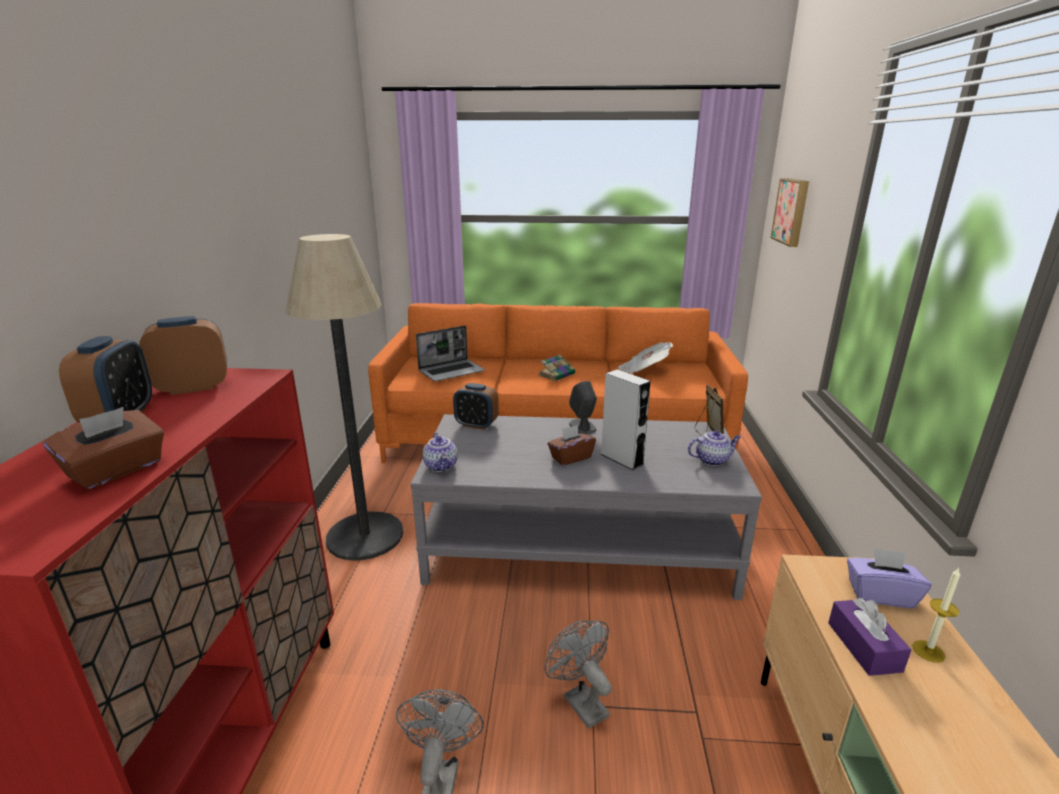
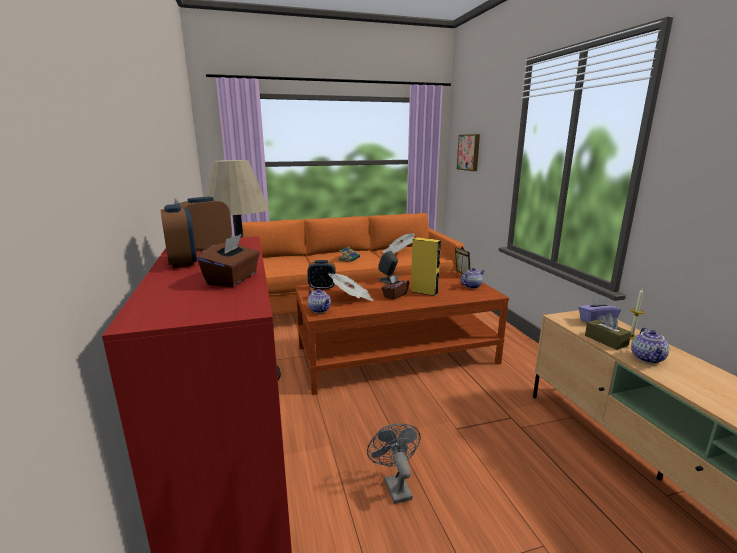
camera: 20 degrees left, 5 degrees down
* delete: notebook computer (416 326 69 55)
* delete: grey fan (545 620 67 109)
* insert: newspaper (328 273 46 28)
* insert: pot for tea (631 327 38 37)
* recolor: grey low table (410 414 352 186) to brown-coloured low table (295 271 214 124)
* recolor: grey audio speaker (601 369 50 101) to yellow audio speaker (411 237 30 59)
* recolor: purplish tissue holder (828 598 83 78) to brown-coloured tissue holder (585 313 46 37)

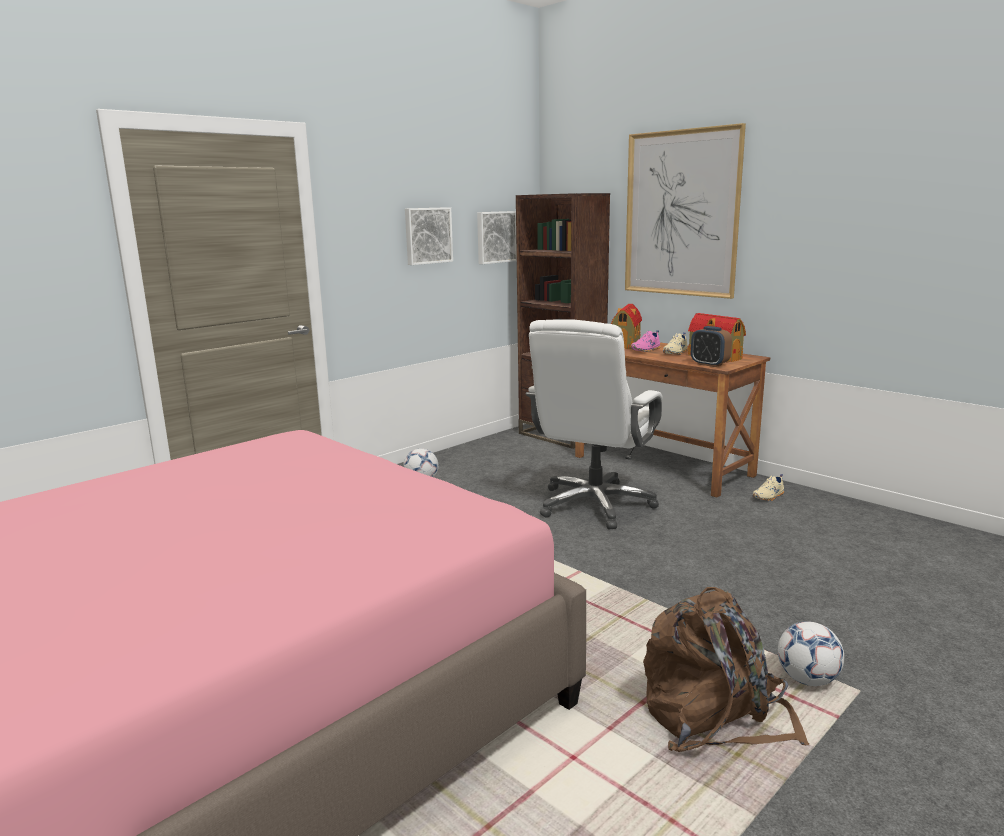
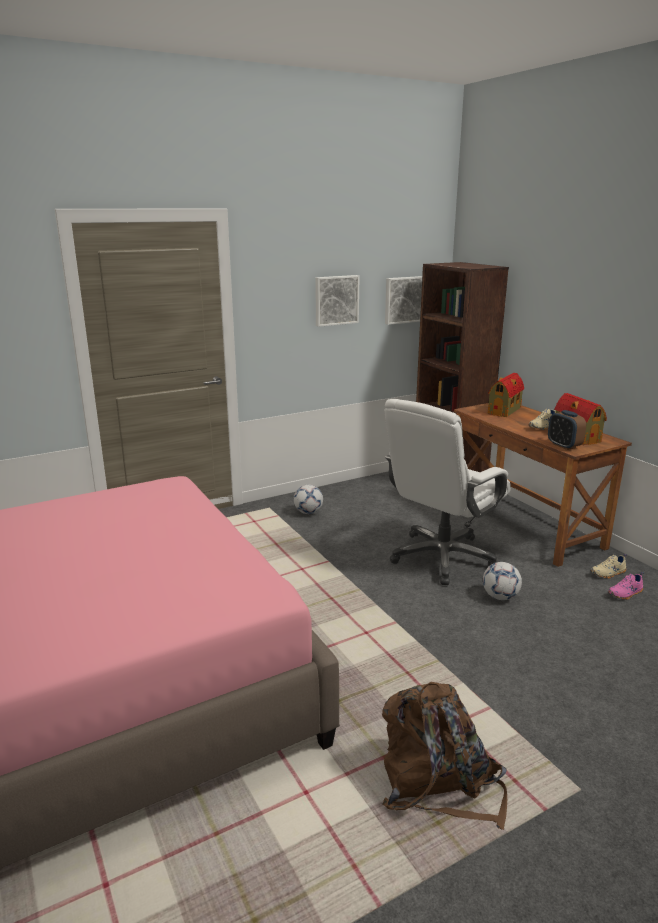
camera: 15 degrees right, 5 degrees up
* delete: wall picture (625 123 121 176)
* move: pink-coloured item of footwear (631 330 29 22) to (608 572 35 28)
* move: ball for football (778 621 66 65) to (483 562 39 38)

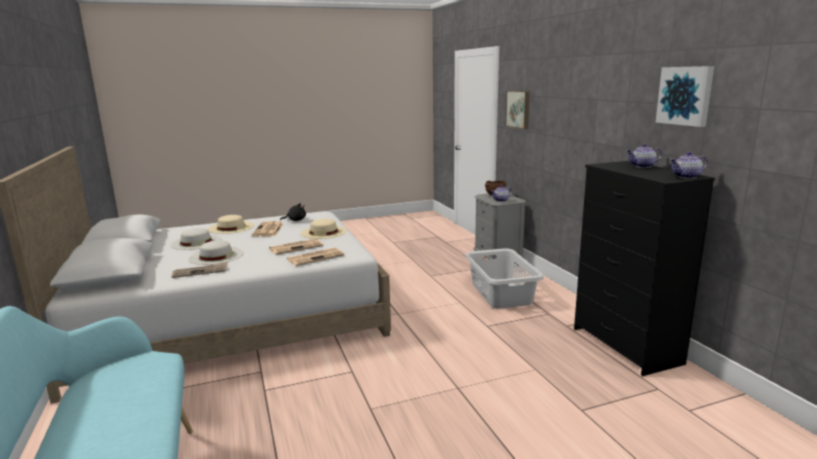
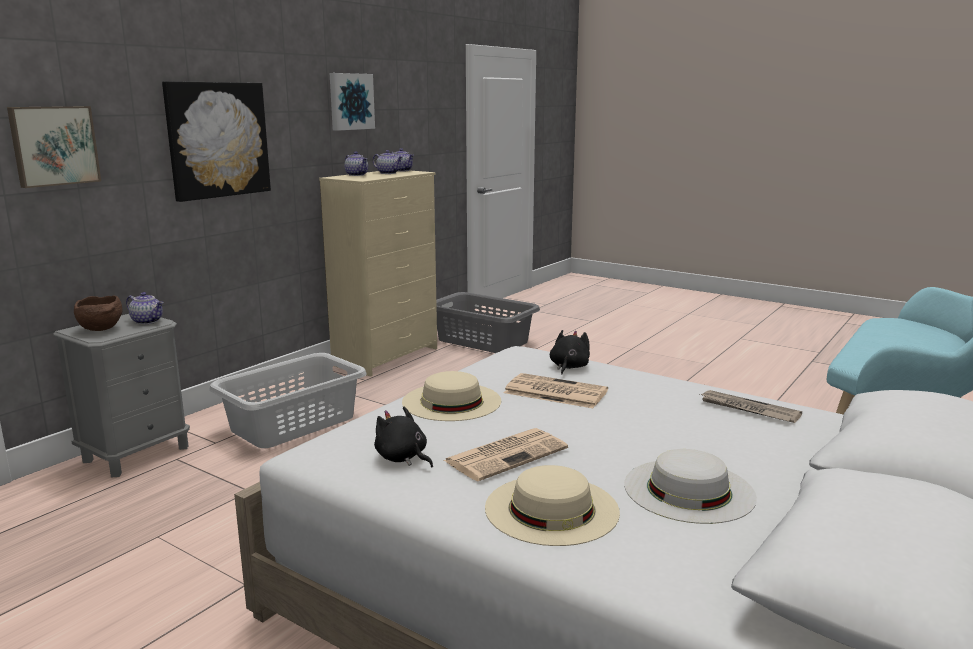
camera: 125 degrees left, 0 degrees up
* delete: whitish clothing hat (189 240 54 25)
* insert: wall picture (162 81 109 121)
* insert: pot for tea (373 150 30 24)
* insert: grey hamper (436 292 104 61)
* replace: newspaper (287 248 57 18) to black-coloured cuddly toy (550 330 40 44)
* recolor: black-coloured chest of drawers (574 161 141 215) to beige-coloured chest of drawers (319 170 118 206)

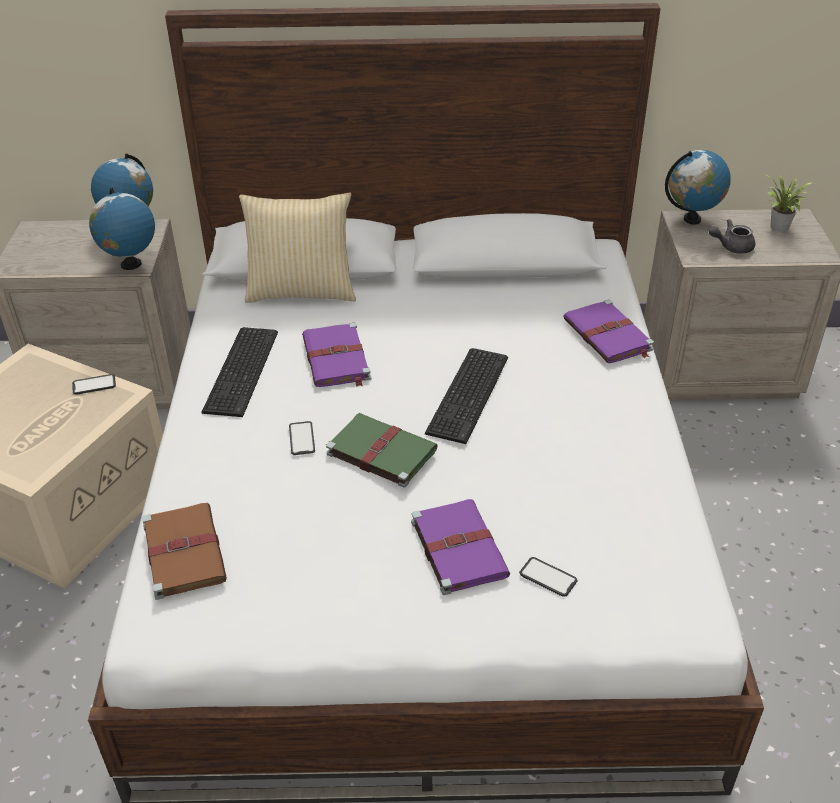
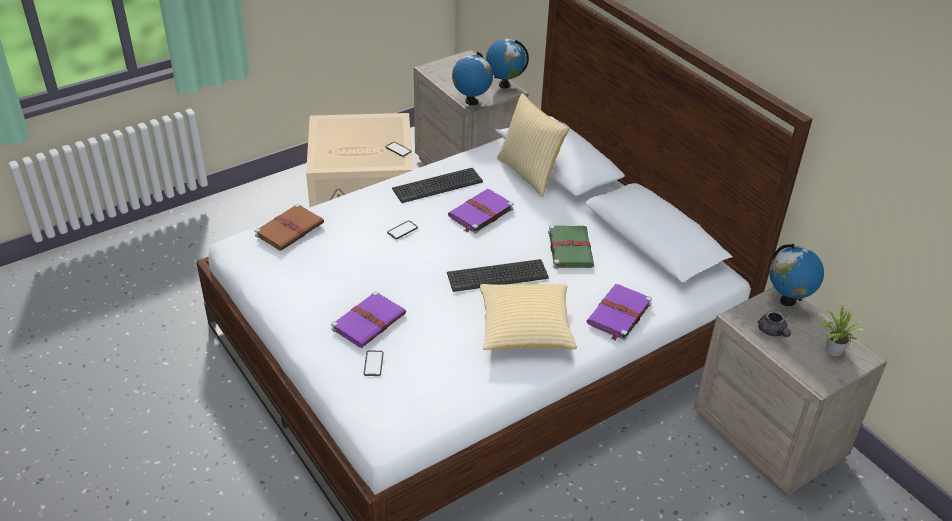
camera: 55 degrees right, 0 degrees up
* insert: throw pillow (480 284 97 66)
* move: green-coloured volume (325 413 113 75) to (548 225 46 43)
* rotate: grey pot for tea (709 219 46 35) = (758 310 33 27) 150 degrees counterclockwise

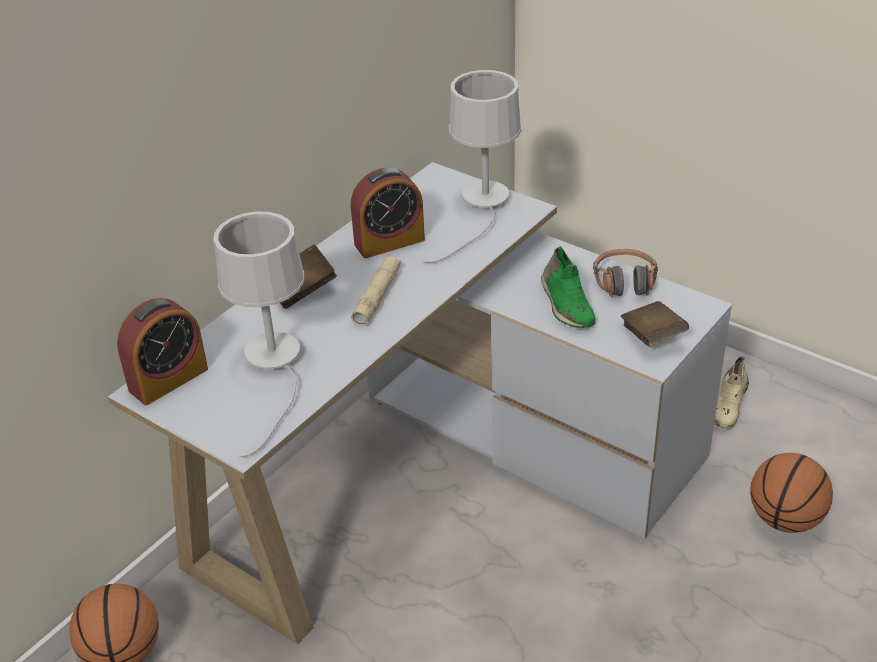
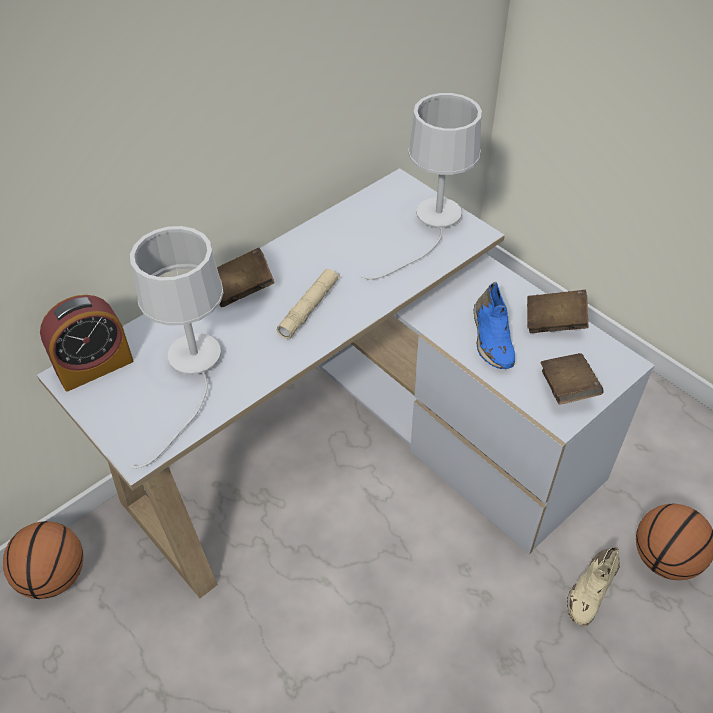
camera: 10 degrees right, 10 degrees up
* delete: alarm clock (351 167 74 91)
* move: beige-coloured item of footwear (714 357 35 72) to (567 547 53 79)
* replace: headphones (593 249 65 48) to brown-coloured volume (527 290 62 43)
* recolor: green-coloured item of footwear (541 246 54 82) to blue-coloured item of footwear (474 282 41 87)

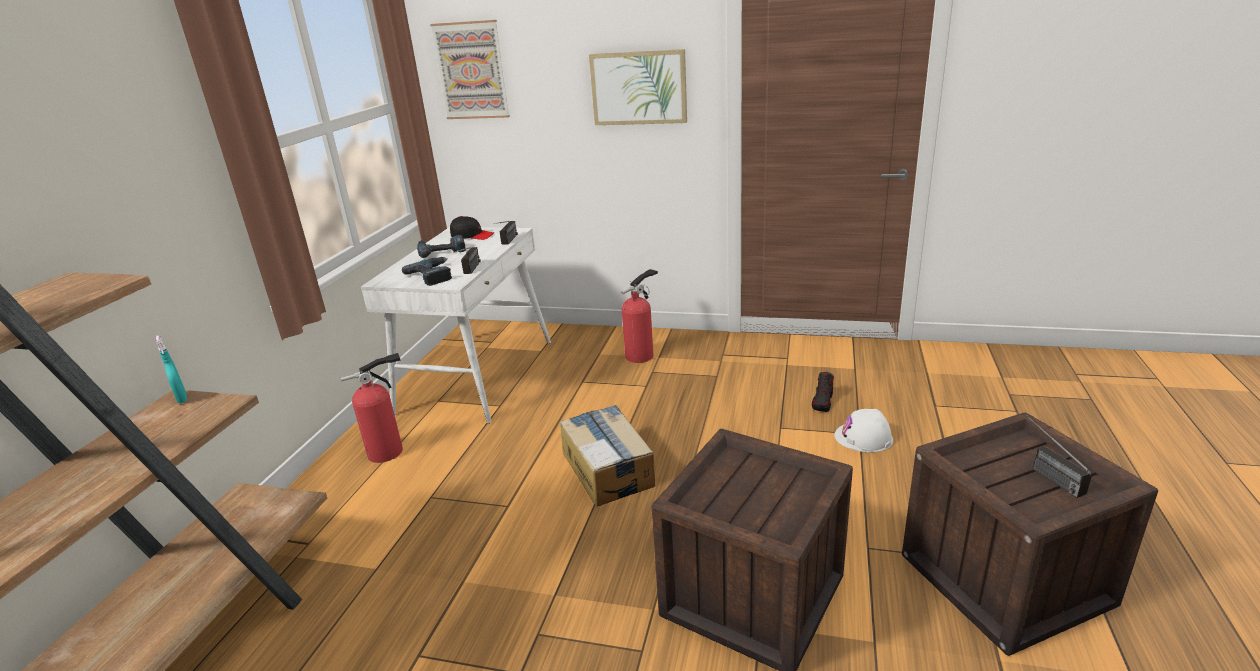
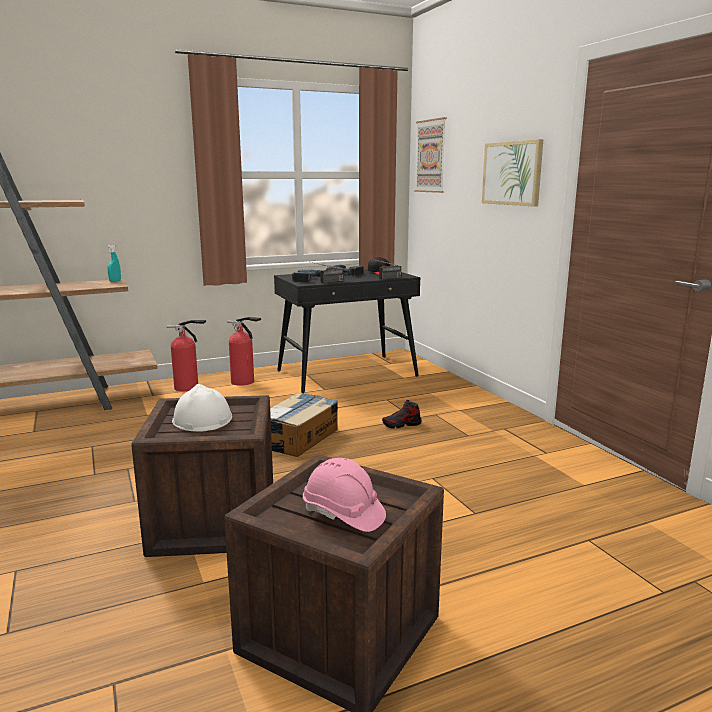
camera: 50 degrees right, 10 degrees down
* move: extinguisher (621 269 37 94) to (167 320 39 71)
* move: item of footwear (812 372 22 40) to (382 400 40 28)
* move: whitish hard hat (835 409 58 43) to (172 384 60 48)
* replace: radio receiver (1027 416 65 82) to pink-coloured hard hat (303 458 83 74)
* recolor: whitish desk (361 227 190 197) to black-coloured desk (274 269 146 124)

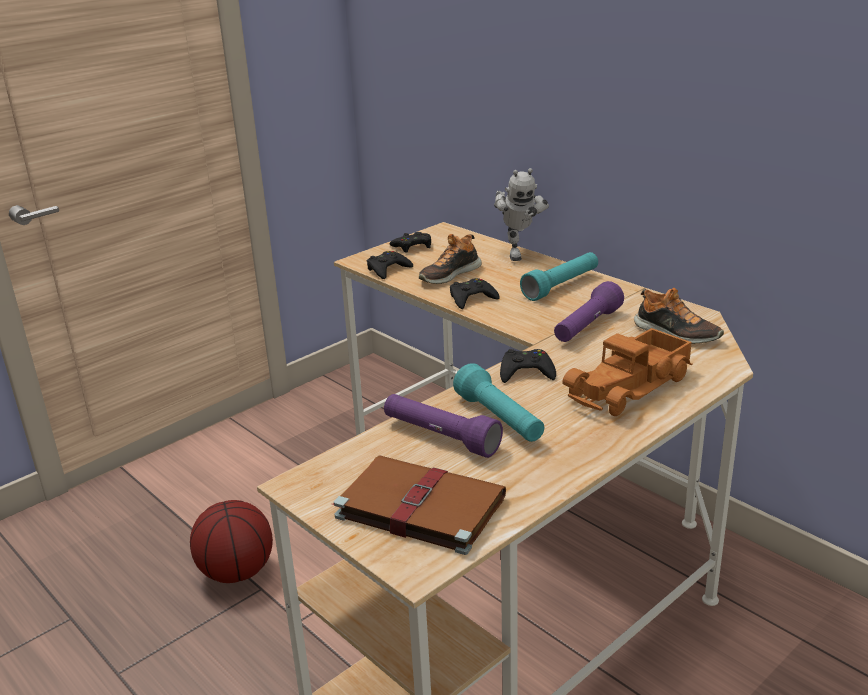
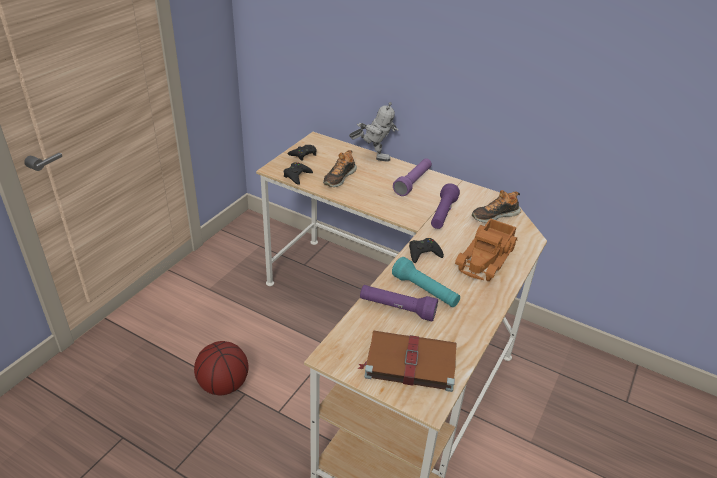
camera: 20 degrees left, 10 degrees up
* delete: black-coloured game controller (450 278 50 31)
* recolor: turquoise-coloured flashlight (520 252 78 49) to purplish flashlight (393 158 39 38)
* rotate: robot figure (494 168 55 93) = (349 102 50 60) 45 degrees counterclockwise
* rotate: item of footwear (634 288 90 56) = (472 190 49 33) 135 degrees clockwise

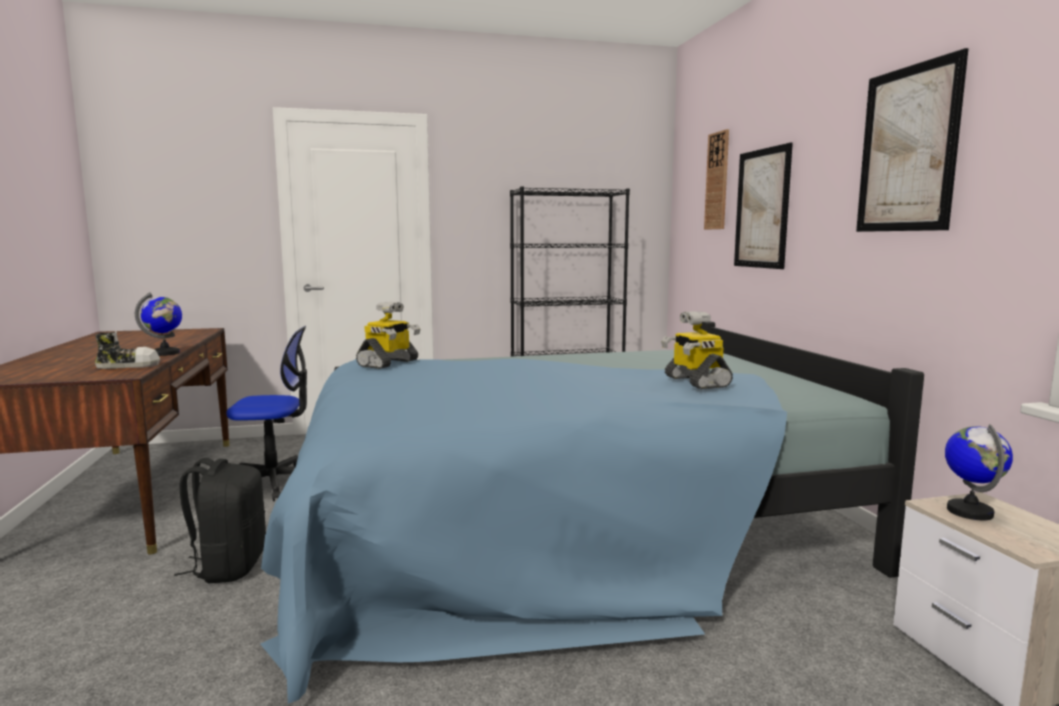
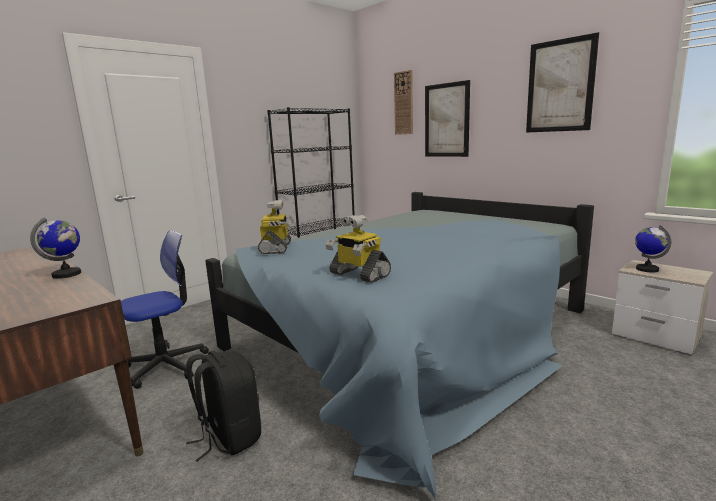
camera: 30 degrees left, 5 degrees up
* delete: item of footwear (95 331 65 38)
* move: robot figure (661 311 72 78) to (325 215 66 68)

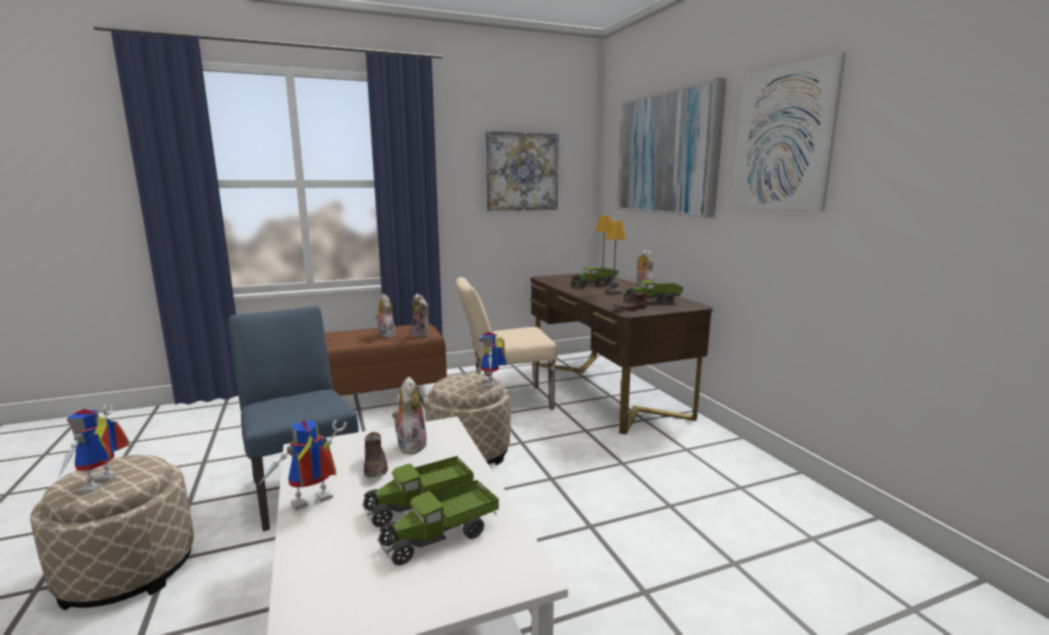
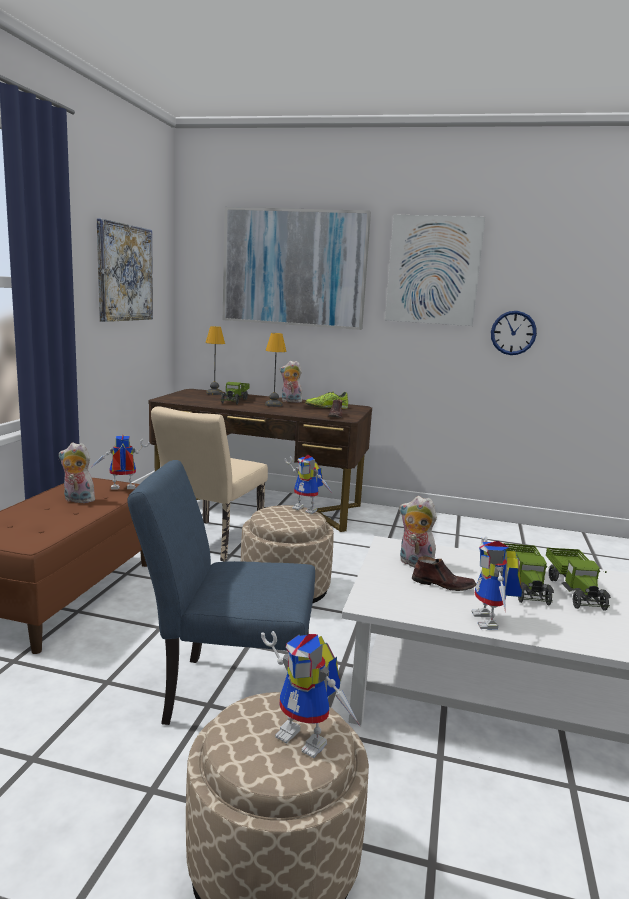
camera: 55 degrees left, 0 degrees up
* insert: clock on the wall (491 311 46 44)
* replace: cuddly toy (411 294 18 44) to robot figure (92 435 58 55)
* replace: toy truck (624 280 59 24) to item of footwear (305 392 43 17)

